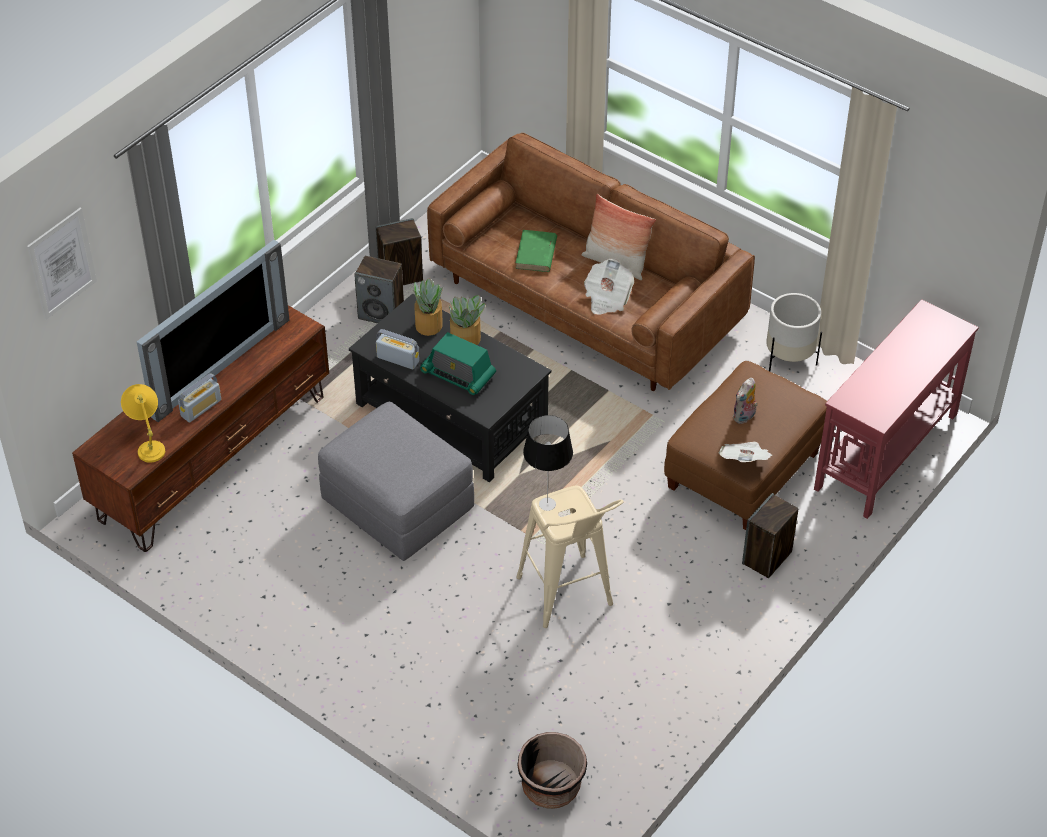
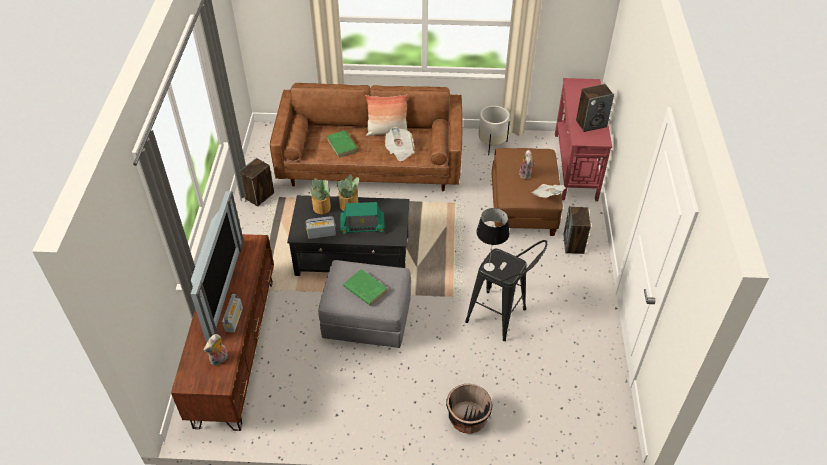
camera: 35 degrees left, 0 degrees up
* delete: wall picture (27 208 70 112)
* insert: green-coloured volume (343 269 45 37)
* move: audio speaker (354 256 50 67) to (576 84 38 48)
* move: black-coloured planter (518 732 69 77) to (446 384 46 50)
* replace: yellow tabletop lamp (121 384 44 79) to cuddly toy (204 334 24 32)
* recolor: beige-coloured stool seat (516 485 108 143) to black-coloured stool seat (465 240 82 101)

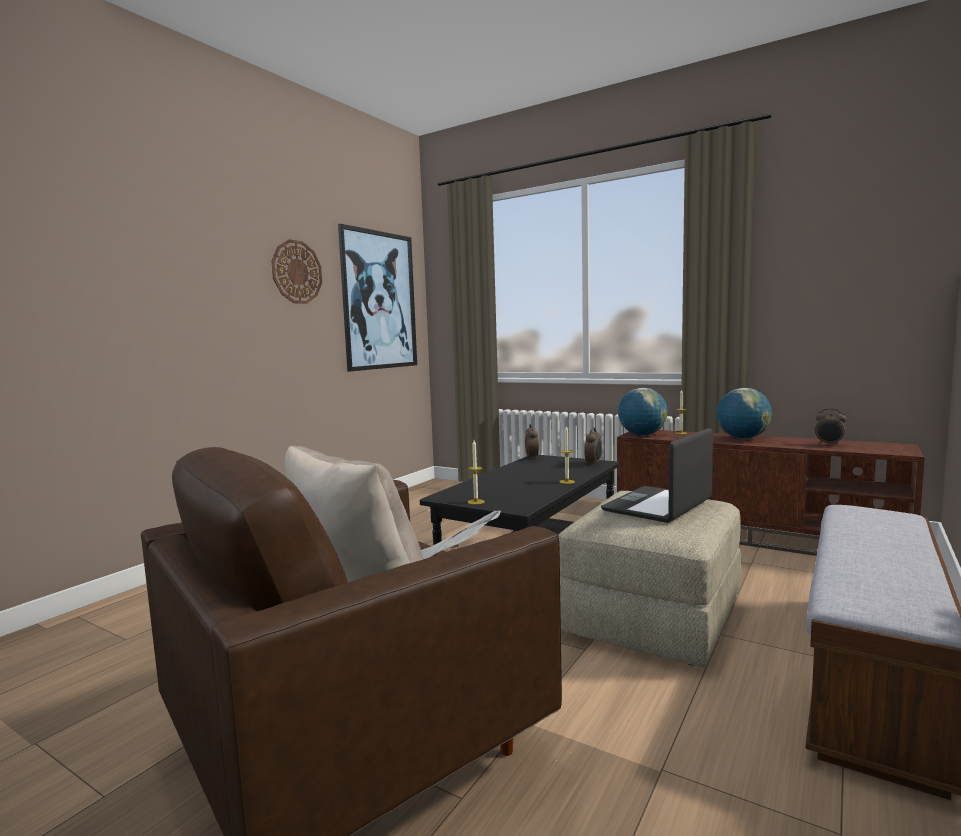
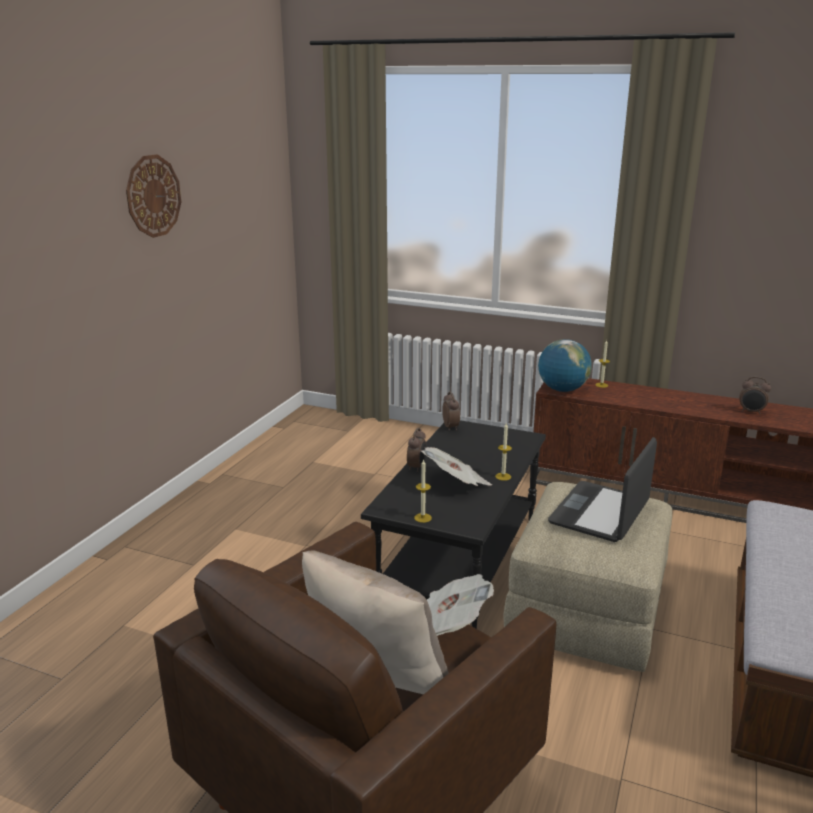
camera: 10 degrees left, 15 degrees up
* delete: wall picture (338 224 79 147)
* delete: desk globe (716 388 56 51)
* insert: newspaper (421 447 71 39)
* move: alarm clock (584 428 18 37) to (407 428 20 44)

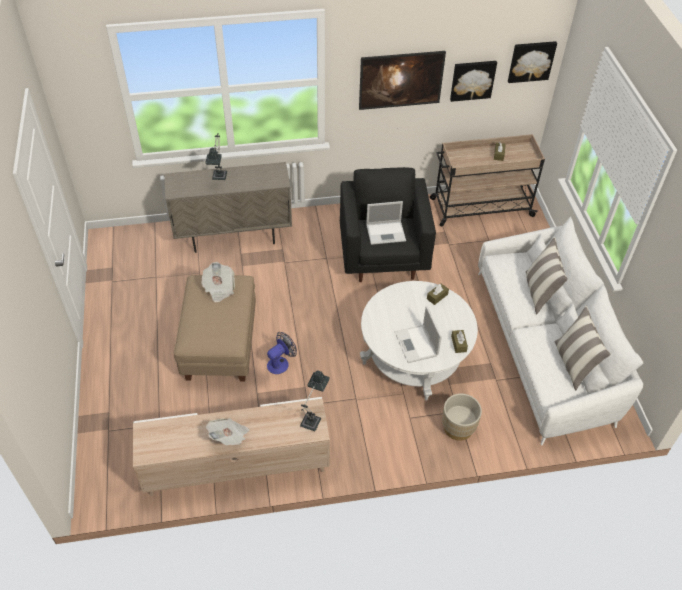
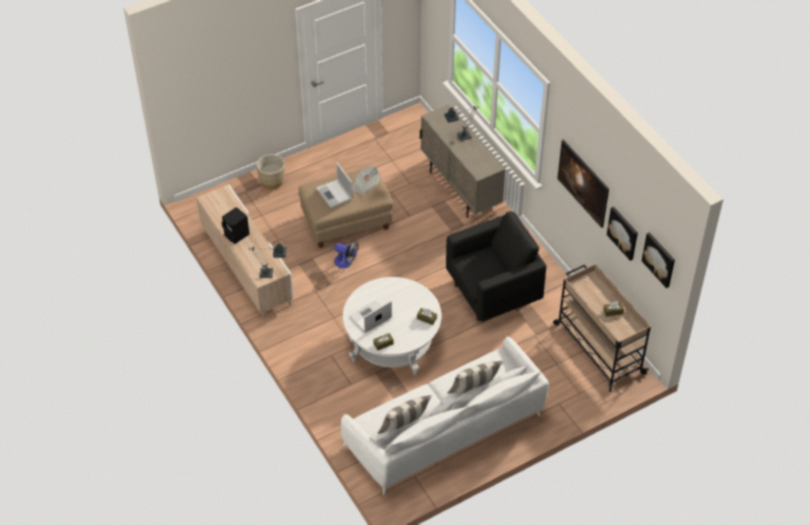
camera: 70 degrees right, 0 degrees up
* move: notebook computer (366 201 40 44) to (317 163 36 45)
* move: beige-coloured planter (442 394 40 47) to (257 154 28 36)
* replace: newspaper (206 418 44 27) to black-coloured audio speaker (222 207 27 37)

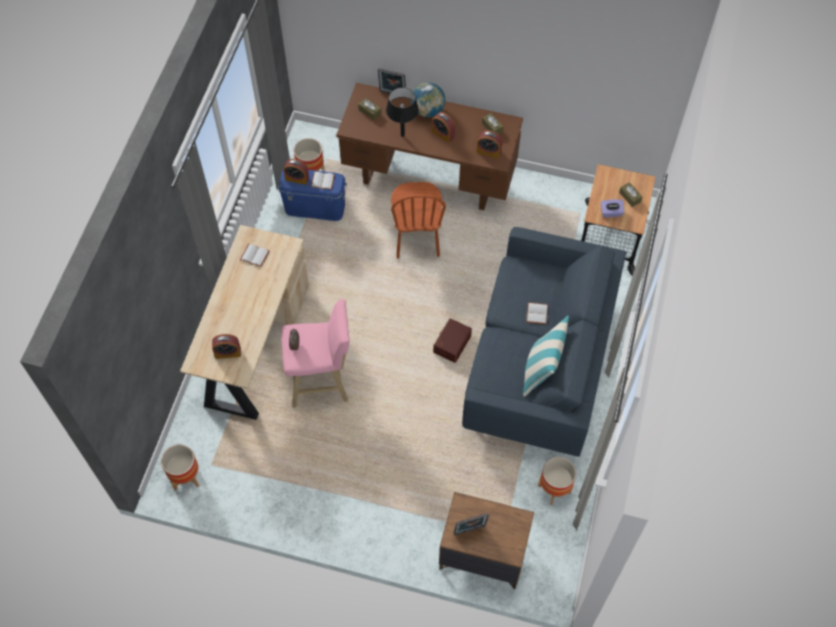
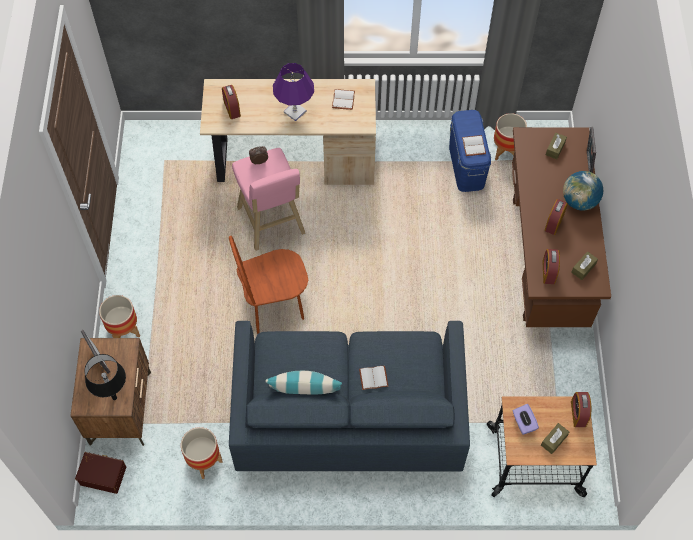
camera: 75 degrees right, 0 degrees up
* insert: purplish tabletop lamp (273 63 41 58)
* move: planter (161 444 38 46) to (99 295 41 43)
* move: alarm clock (284 159 25 26) to (571 392 20 35)
* move: black-coloured tabletop lamp (386 87 33 50) to (84 354 42 46)
* move: brown-coloured upright chair (391 182 55 77) to (229 236 79 98)
* move: brown-coloured storage bin (433 318 39 45) to (75 452 51 42)

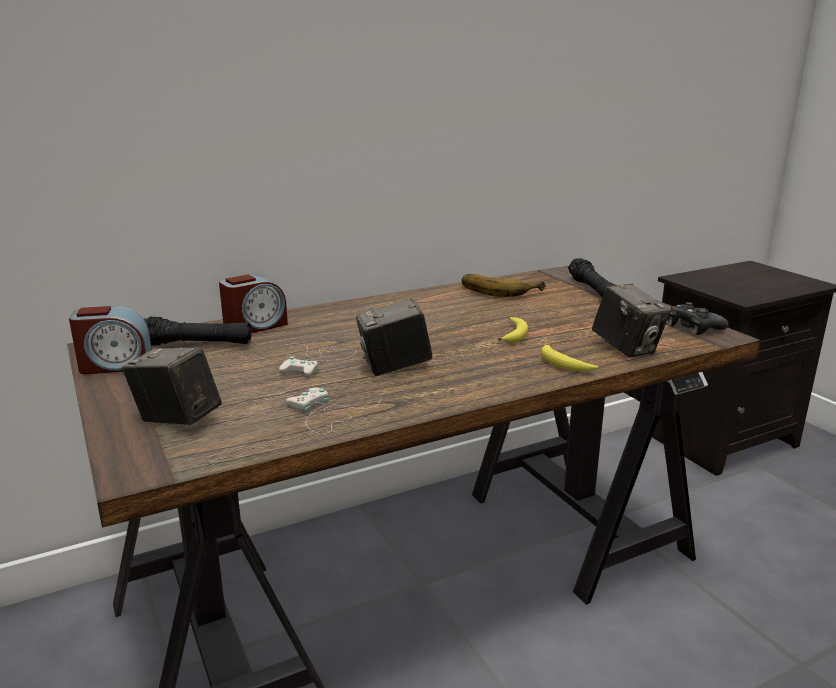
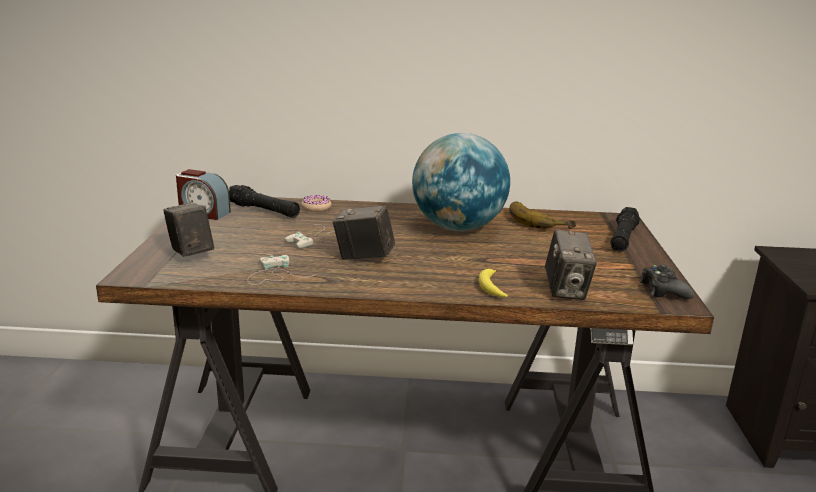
camera: 30 degrees right, 0 degrees up
* delete: banana fruit (498 317 30 25)
* insert: desk globe (412 133 98 98)
* replace: alarm clock (219 274 69 59) to doughnut (301 195 30 17)

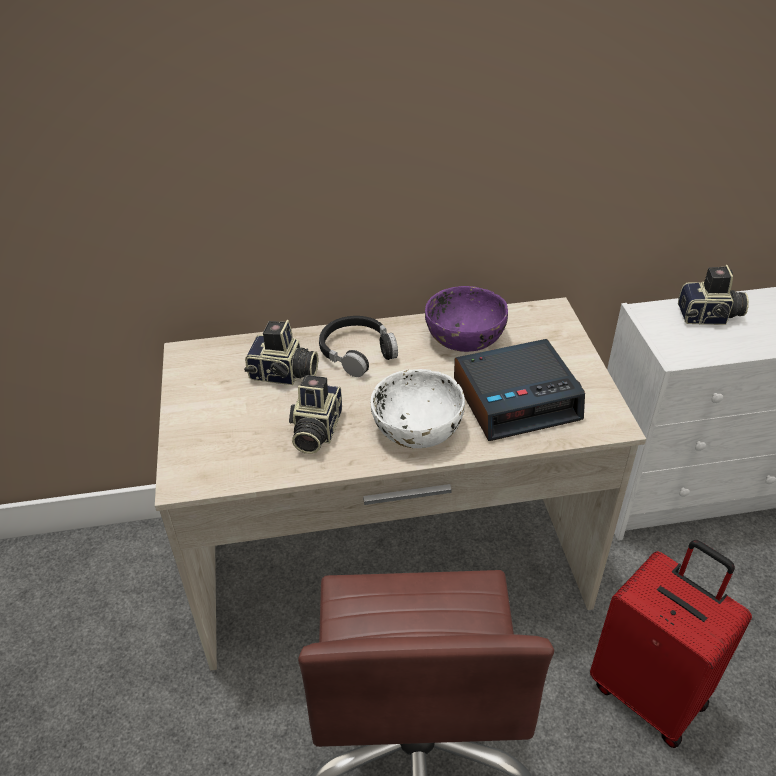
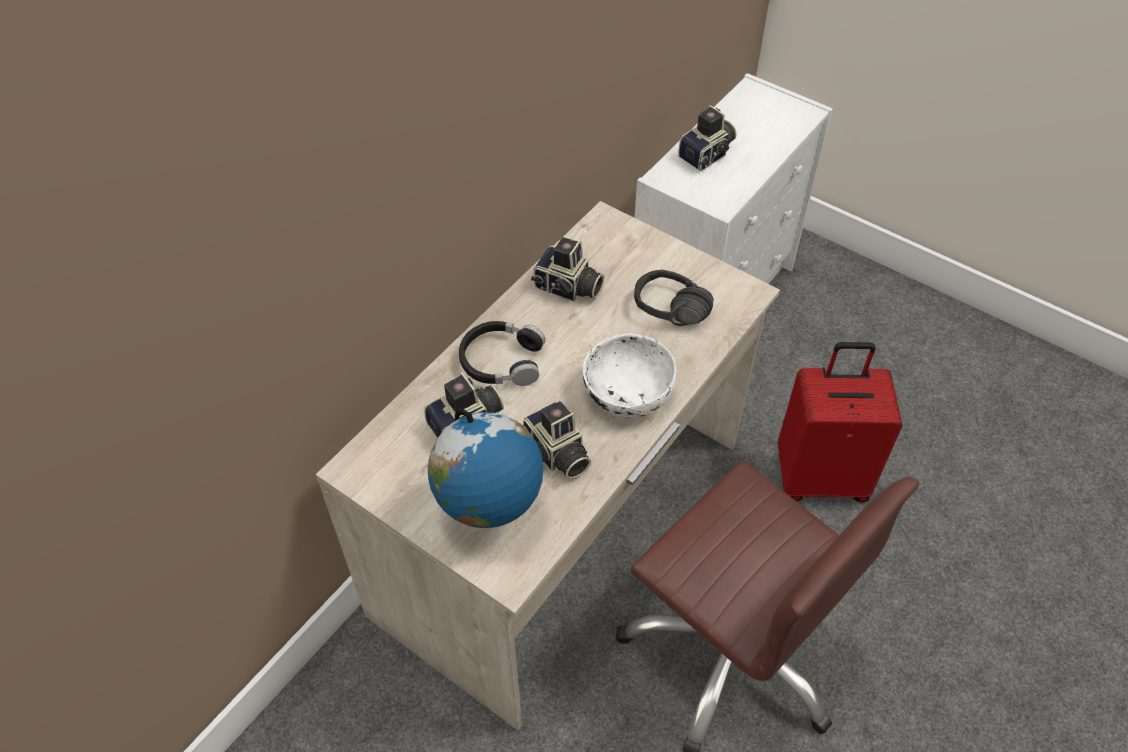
camera: 45 degrees left, 10 degrees up
* insert: desk globe (428 409 115 119)
* replace: purplish bowl (425 286 83 66) to still camera (531 237 73 65)
* replace: alarm clock (454 339 131 102) to black-coloured headphones (634 270 80 56)

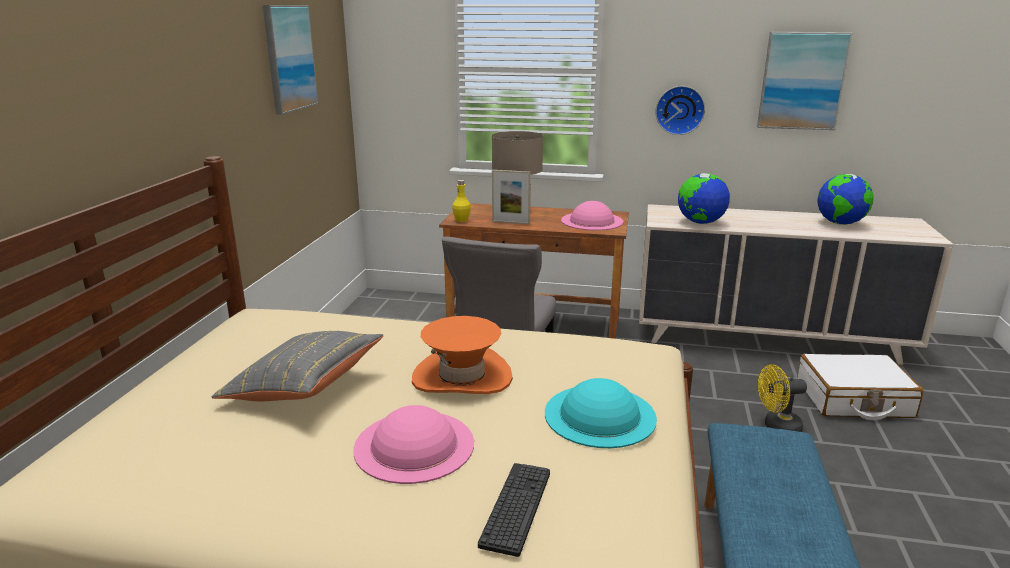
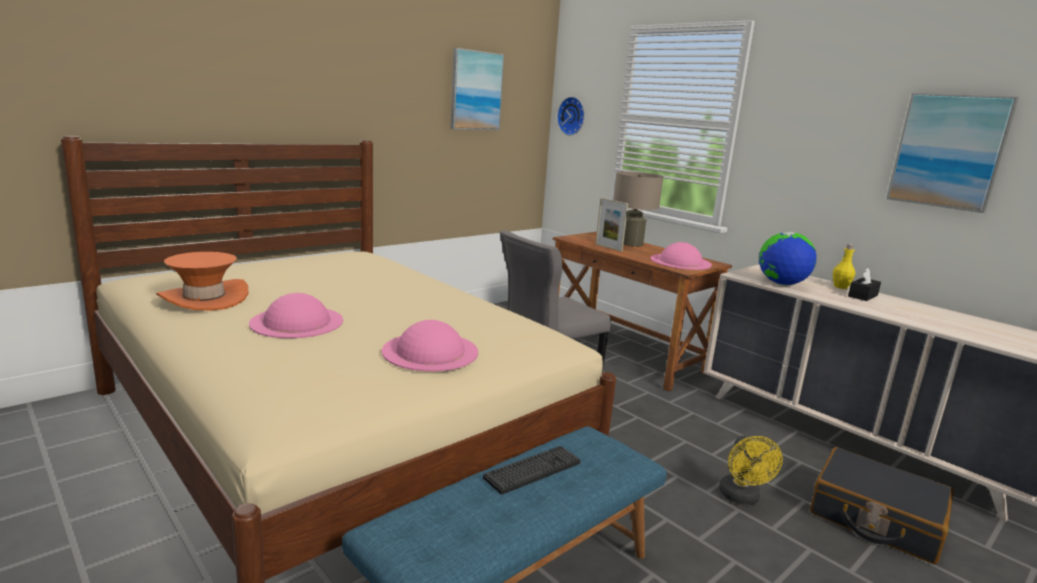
camera: 35 degrees right, 5 degrees down
* delete: grey throw pillow (212 331 172 70)
* delete: desk globe (817 174 57 51)
* insert: black-coloured tissue holder (848 268 33 33)
* move: orangey clothing hat (412 316 101 78) to (156 252 93 59)
* move: yellow bottle (452 180 19 42) to (833 244 22 45)
* move: keyboard (478 463 72 94) to (483 446 97 49)
* move: clock on the wall (655 86 50 49) to (557 97 28 38)
* recolor: turquoise-coloured clothing hat (545 378 112 70) to pink-coloured clothing hat (382 320 96 51)
* recolor: whitish piece of luggage (797 354 126 66) to black-coloured piece of luggage (810 447 144 117)
* rotate: yellow fan (758 365 49 67) = (719 436 64 69) 120 degrees counterclockwise

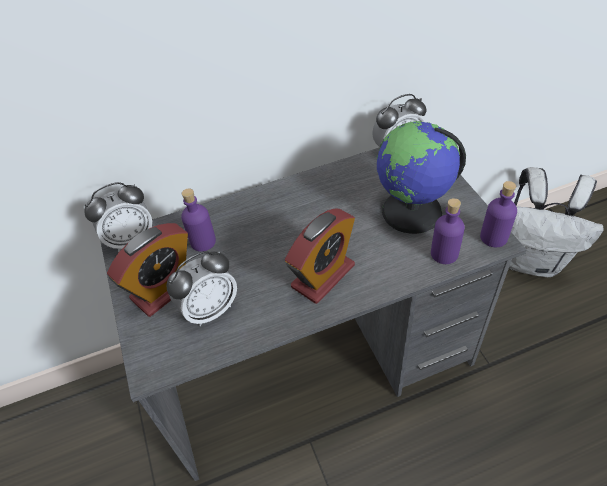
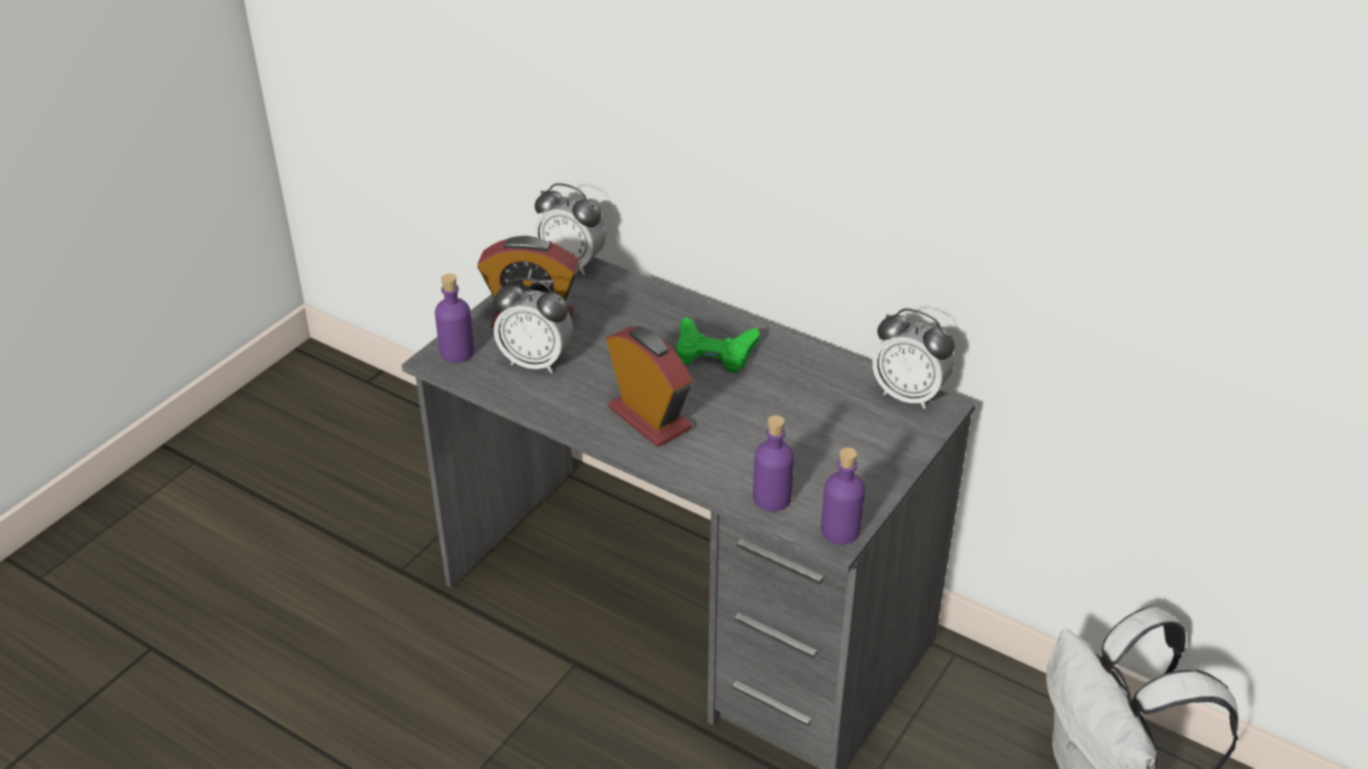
camera: 50 degrees right, 10 degrees down
* delete: desk globe (377 121 89 113)
* insert: green-coloured game controller (676 317 84 56)
* move: purplish bottle (181 188 35 64) to (435 274 39 89)
* rotate: alarm clock (285 209 70 95) = (606 326 87 121) 135 degrees counterclockwise

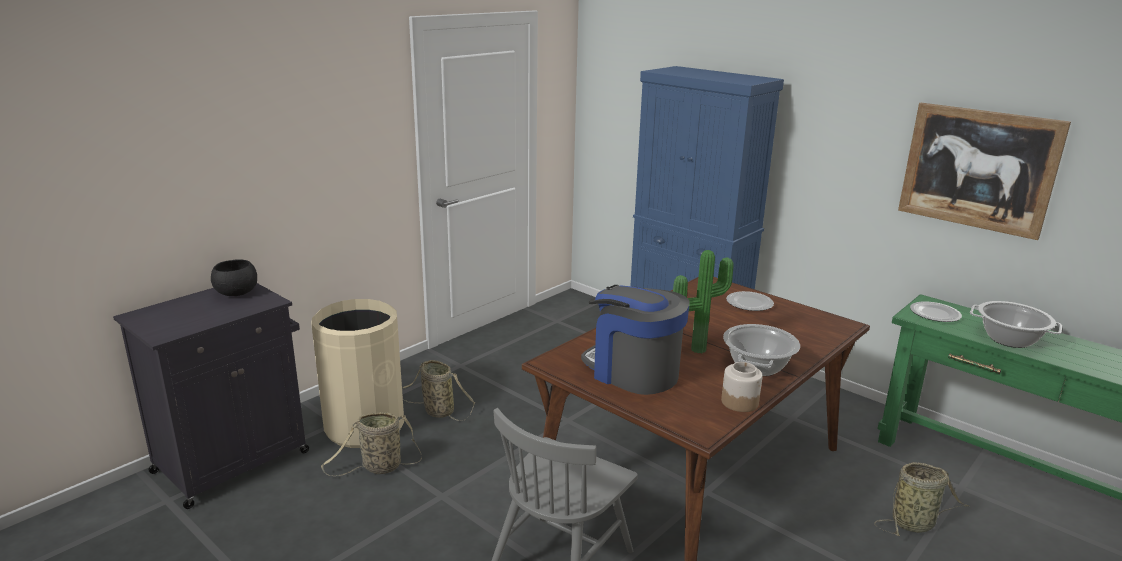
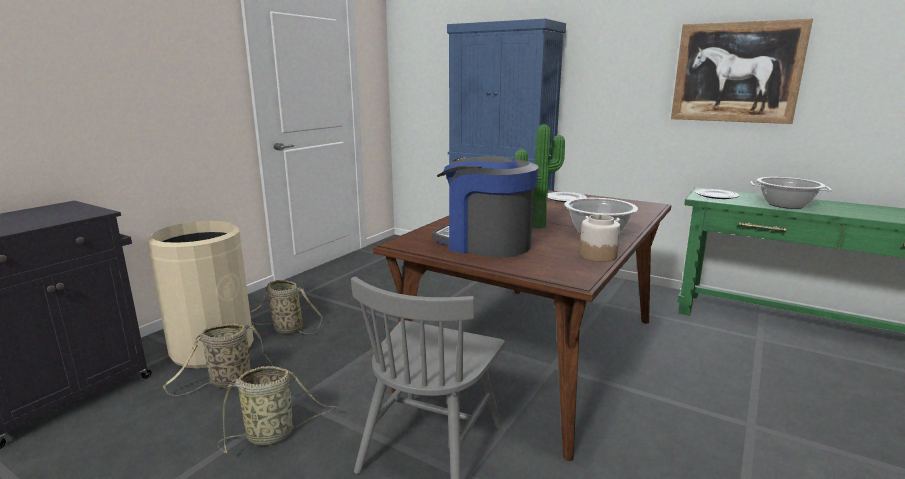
camera: 10 degrees left, 5 degrees down
* delete: black-coloured bowl (211 259 46 37)
* move: storage basket (874 462 95 74) to (217 366 122 87)

